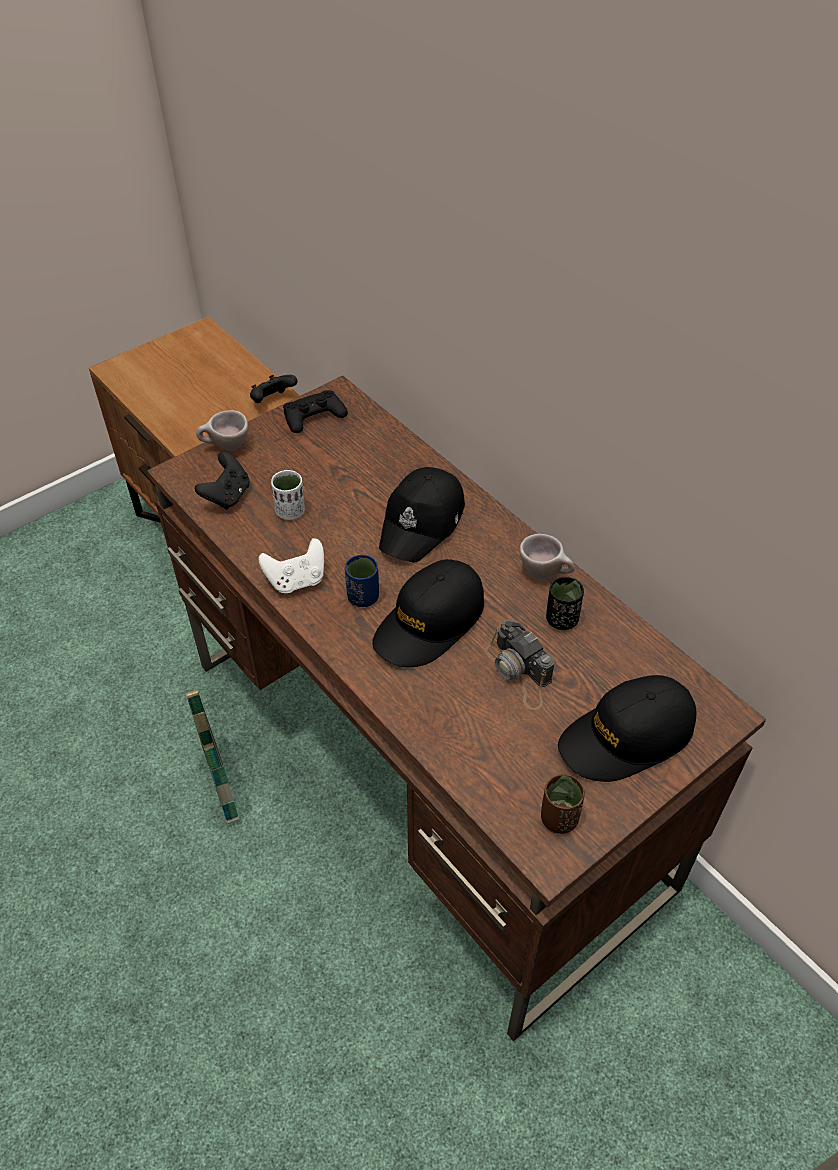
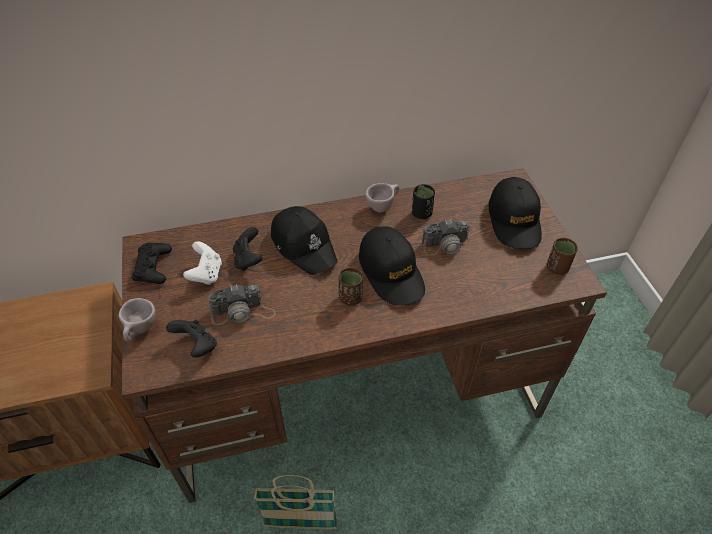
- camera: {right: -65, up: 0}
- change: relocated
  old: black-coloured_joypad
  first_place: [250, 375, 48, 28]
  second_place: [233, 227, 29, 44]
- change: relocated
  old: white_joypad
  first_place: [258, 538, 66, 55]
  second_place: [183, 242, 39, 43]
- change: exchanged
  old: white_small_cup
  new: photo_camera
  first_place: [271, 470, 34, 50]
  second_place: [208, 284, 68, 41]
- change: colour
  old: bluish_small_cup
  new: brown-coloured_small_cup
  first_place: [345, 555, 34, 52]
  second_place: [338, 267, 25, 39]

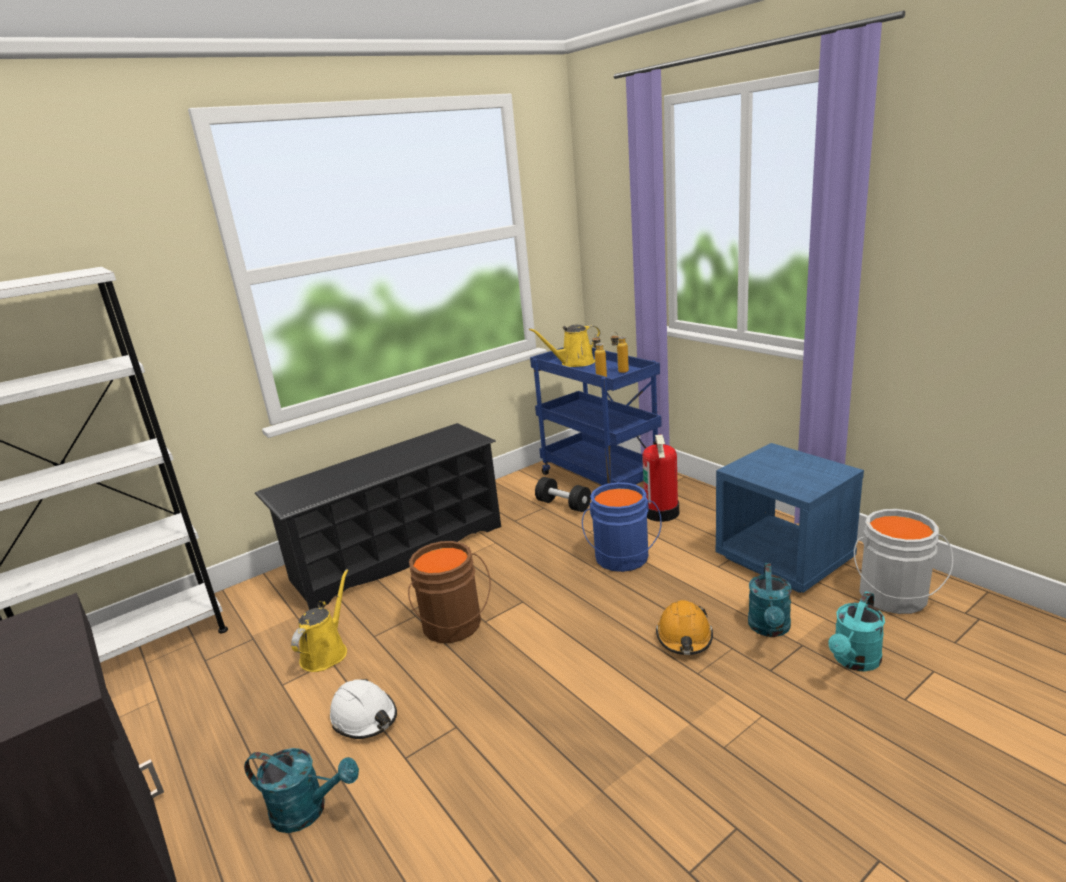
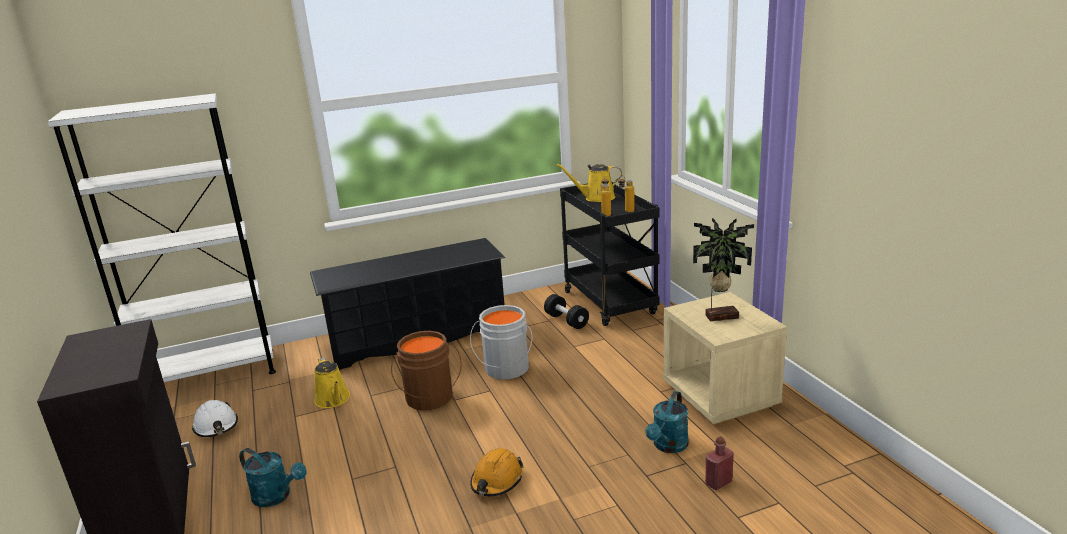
- camera: {right: 15, up: 0}
- change: spun
  old: yellow_watering_can
  first_place: [291, 569, 57, 103]
  second_place: [314, 357, 36, 51]
  degrees: 120
- change: relocated
  old: white_hard_hat
  first_place: [330, 679, 67, 60]
  second_place: [192, 400, 46, 37]
- change: colour
  old: bluish_cart
  new: black-coloured_cart
  first_place: [530, 347, 132, 138]
  second_place: [560, 182, 100, 144]
- change: missing
  old: bluish_water_bucket
  first_place: [582, 482, 79, 90]
- change: missing
  old: fire_extinguisher
  first_place: [642, 434, 37, 88]
- change: relocated
  old: orange-coloured_hard_hat
  first_place: [656, 600, 57, 55]
  second_place: [470, 448, 53, 48]
- change: colour
  old: bluish_nightstand
  new: beige-coloured_nightstand
  first_place: [715, 443, 149, 150]
  second_place: [663, 292, 124, 132]
- change: exchanged
  old: blue-green_watering_can
  new: red-coloured_beverage_bottle
  first_place: [828, 591, 57, 81]
  second_place: [705, 437, 29, 53]
- change: relocated
  old: grey_water_bucket
  first_place: [854, 509, 99, 105]
  second_place: [470, 305, 63, 75]
- change: appeared
  new: potted_plant
  second_place: [693, 218, 61, 104]

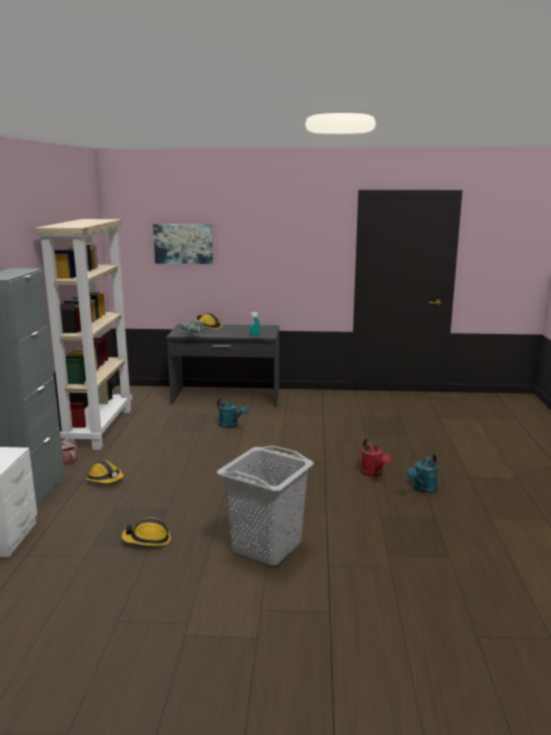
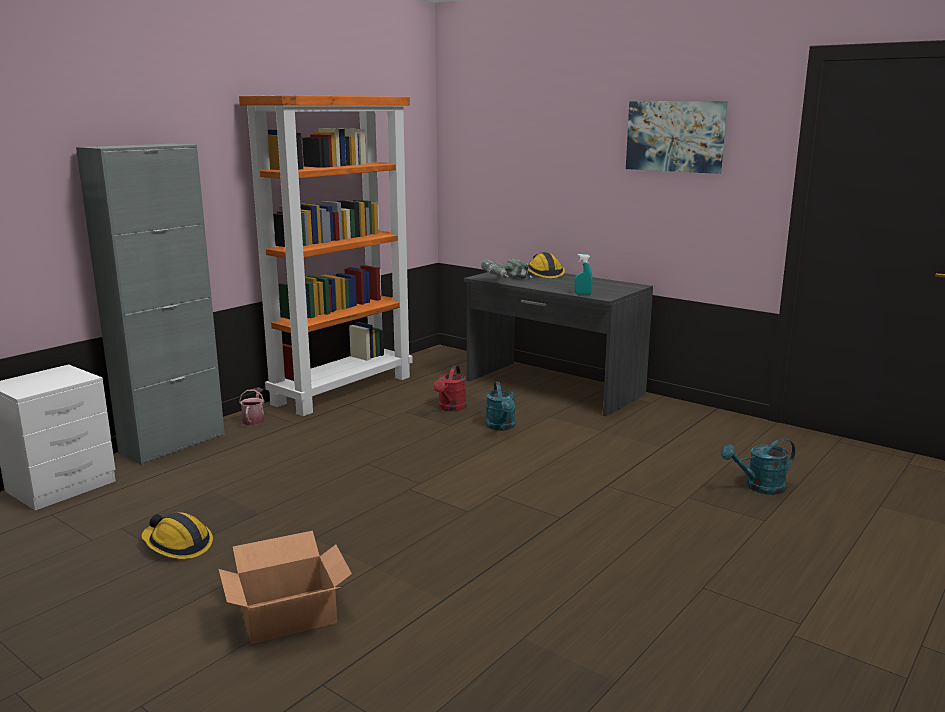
- camera: {right: 35, up: 0}
- change: colour
  old: beige-coloured_bookcase
  new: orange-coloured_bookcase
  first_place: [34, 219, 98, 231]
  second_place: [239, 95, 174, 321]
- change: missing
  old: hard_hat
  first_place: [86, 461, 37, 22]
- change: relocated
  old: wall_picture
  first_place: [153, 224, 60, 40]
  second_place: [626, 101, 101, 73]
- change: exchanged
  old: grey_hamper
  new: carton
  first_place: [217, 446, 97, 120]
  second_place: [218, 531, 134, 113]
- change: relocated
  old: red-coloured_watering_can
  first_place: [361, 439, 30, 38]
  second_place: [433, 365, 33, 46]
- change: relocated
  old: blue-green_watering_can
  first_place: [406, 454, 33, 39]
  second_place: [721, 439, 74, 56]

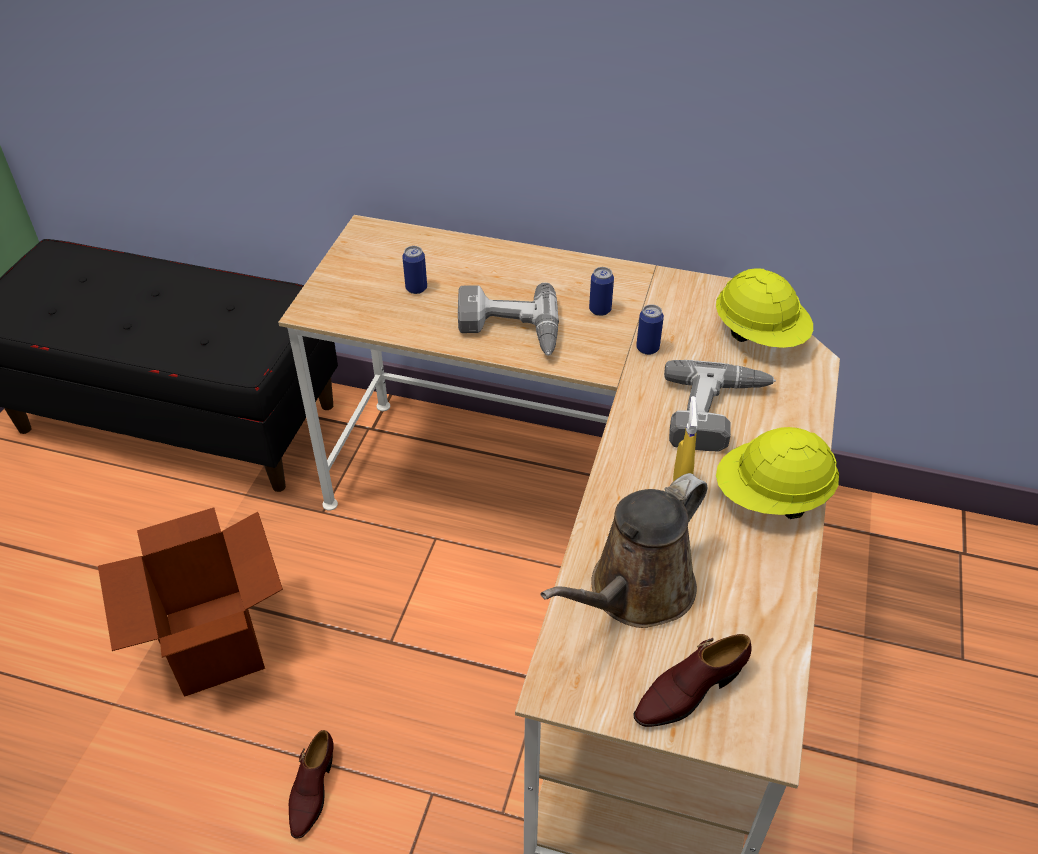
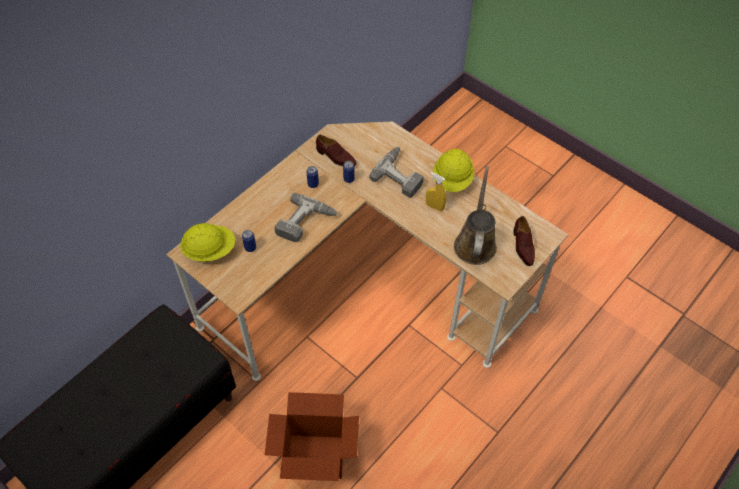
- camera: {right: -65, up: 10}
- change: relocated
  old: brown-coloured_shoe
  first_place: [289, 730, 45, 108]
  second_place: [316, 135, 40, 32]
- change: spun
  old: brown-coloured_watering_can
  first_place: [540, 473, 167, 155]
  second_place: [454, 166, 43, 99]
  degrees: -150
- change: relocated
  old: yellow_hard_hat
  first_place: [716, 268, 97, 80]
  second_place: [180, 223, 55, 39]

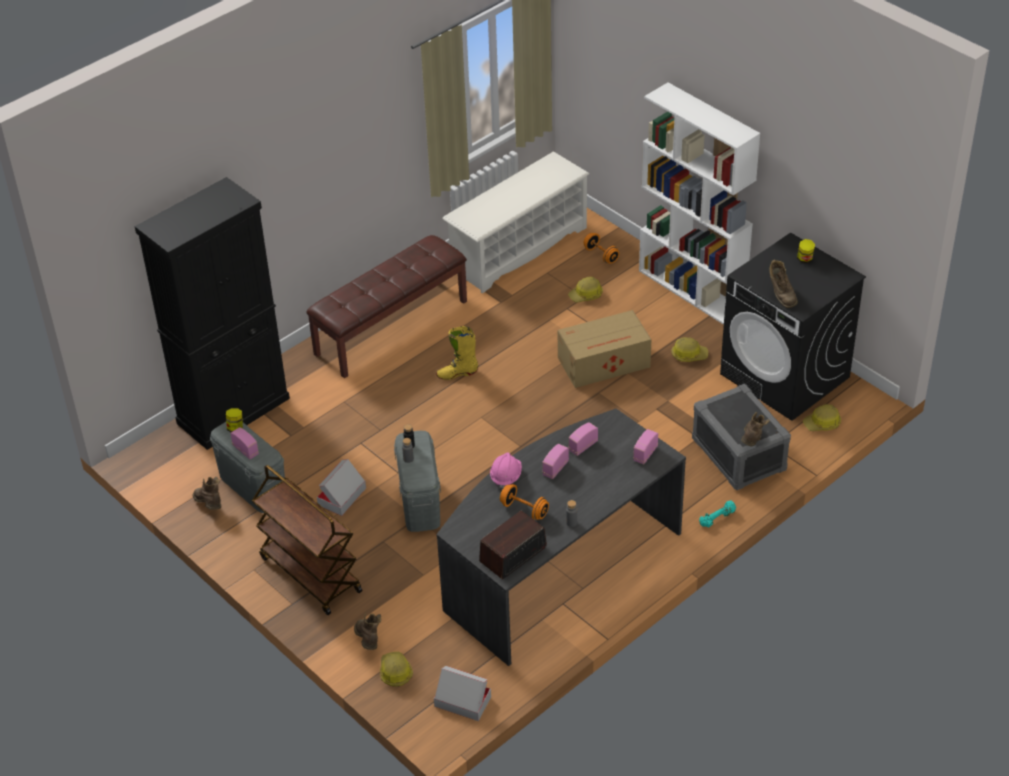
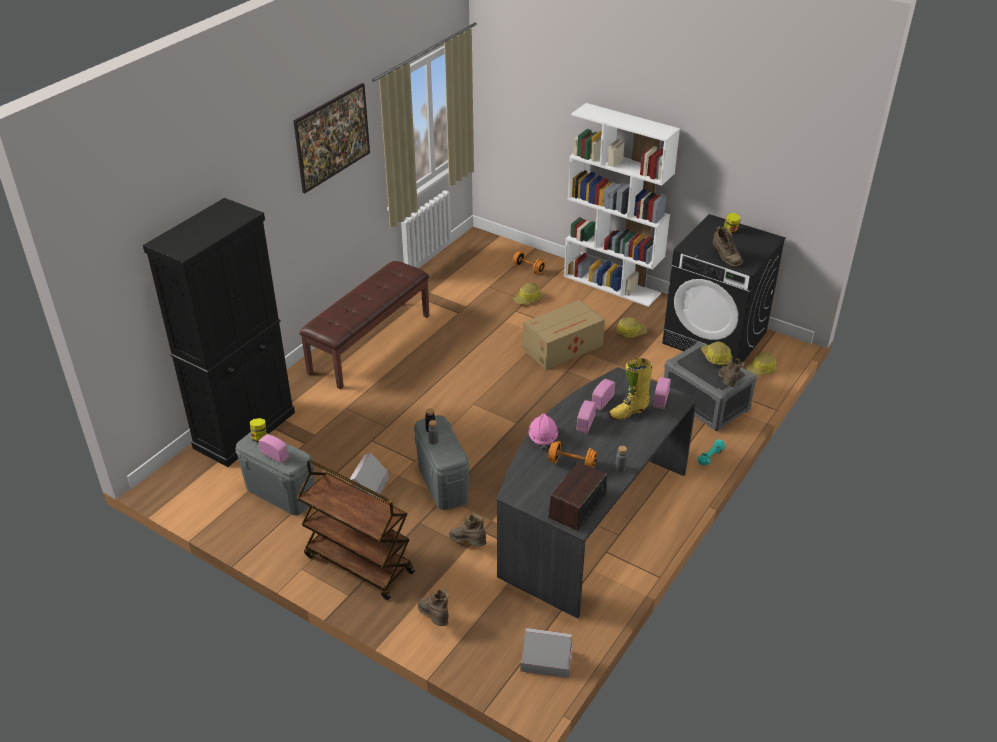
- camera: {right: -15, up: -5}
- change: relocated
  old: brown-coloured_tall_boot
  first_place: [192, 477, 29, 33]
  second_place: [449, 513, 38, 33]
- change: relocated
  old: hard_hat
  first_place: [380, 651, 33, 36]
  second_place: [701, 342, 31, 24]
- change: relocated
  old: yellow_tall_boot
  first_place: [436, 326, 42, 54]
  second_place: [609, 358, 43, 62]
- change: missing
  old: white_shoe_rack
  first_place: [442, 152, 148, 141]
- change: appeared
  new: wall_picture
  second_place: [293, 83, 77, 110]

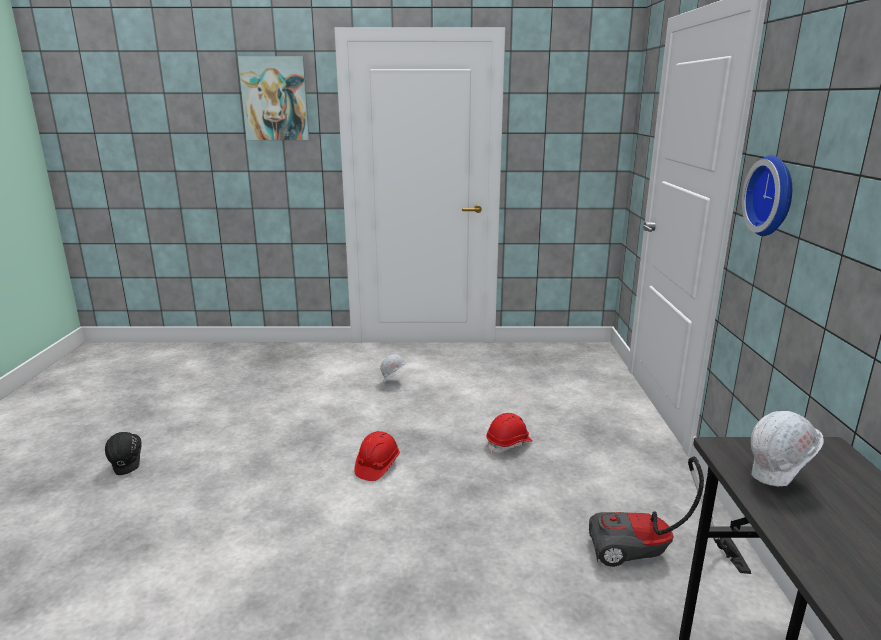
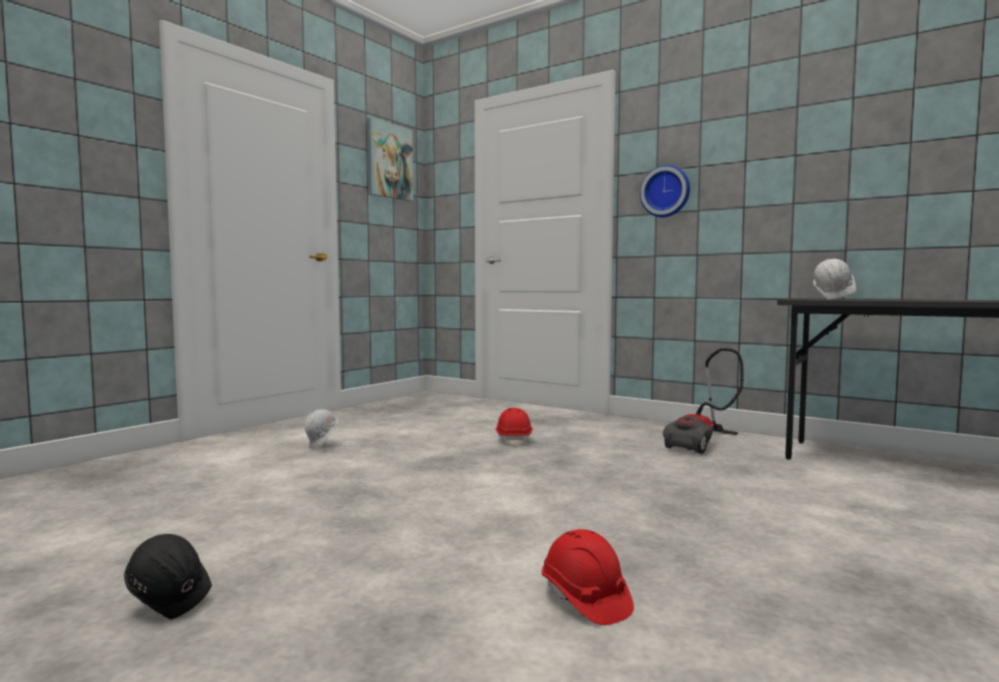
- camera: {right: -55, up: -15}
- change: relocated
  old: wall_picture
  first_place: [238, 56, 72, 84]
  second_place: [367, 117, 46, 84]
- change: relocated
  old: red-coloured_hard_hat
  first_place: [354, 431, 46, 50]
  second_place: [542, 529, 92, 96]

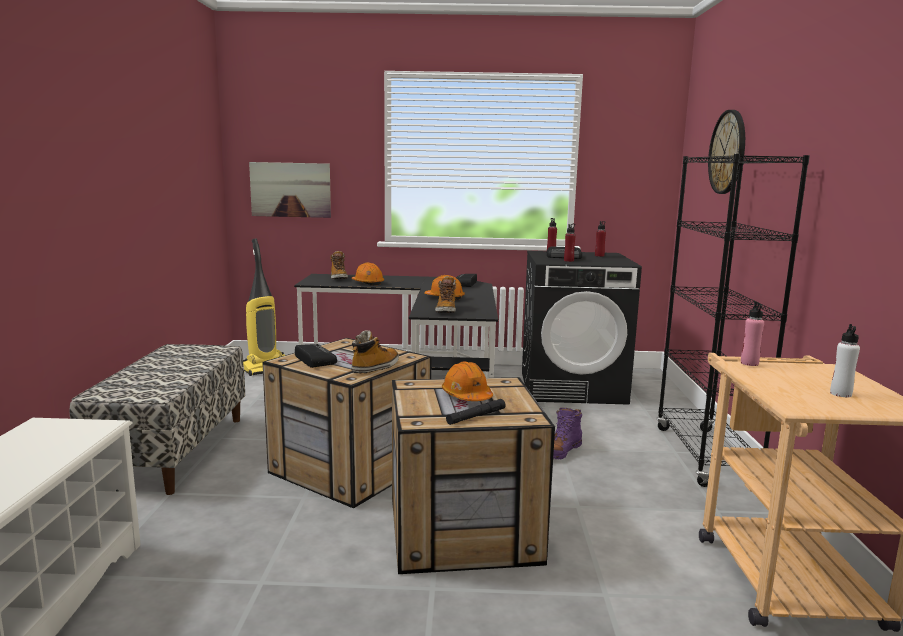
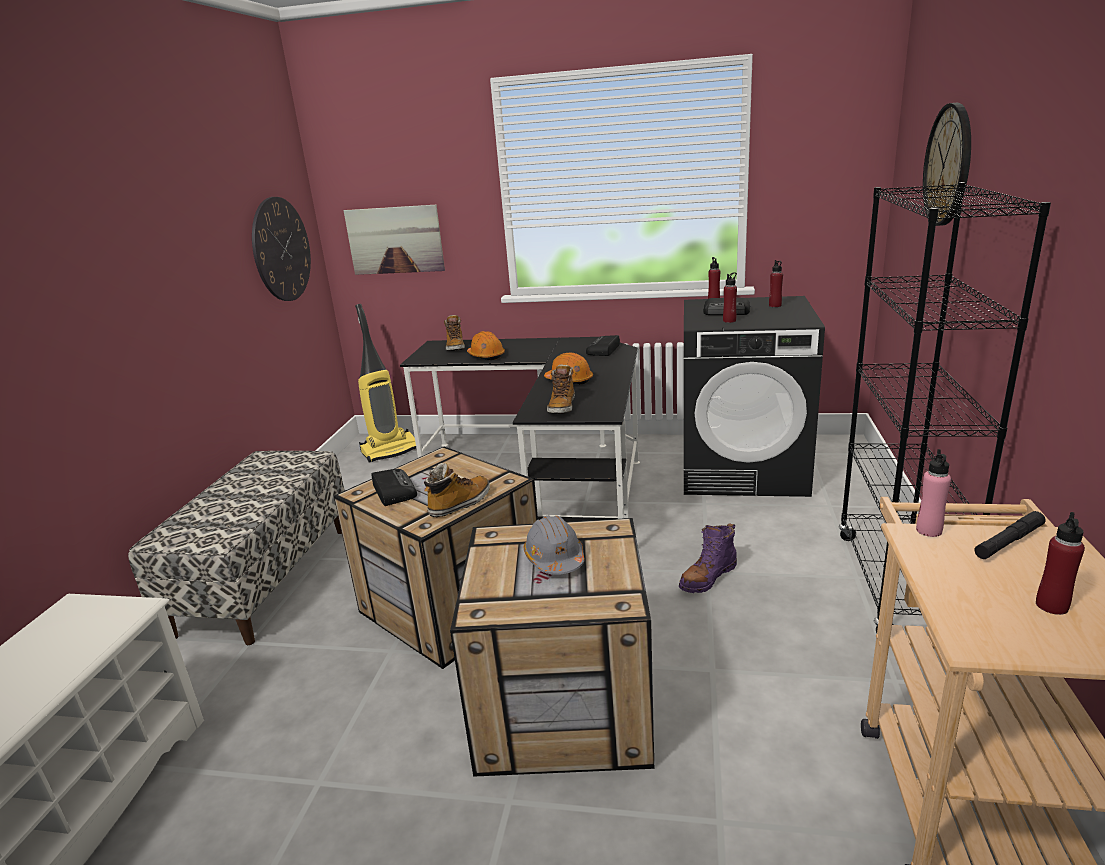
- camera: {right: 10, up: 10}
- change: colour
  old: orange-coloured_hard_hat
  new: grey_hard_hat
  first_place: [442, 361, 51, 40]
  second_place: [523, 516, 62, 59]
- change: relocated
  old: black-coloured_torch
  first_place: [446, 399, 60, 26]
  second_place: [974, 511, 72, 48]
- change: colour
  old: white_beverage_bottle
  new: red-coloured_beverage_bottle
  first_place: [830, 324, 30, 73]
  second_place: [1036, 512, 49, 103]
- change: appeared
  new: clock_on_the_wall
  second_place: [252, 197, 59, 104]

